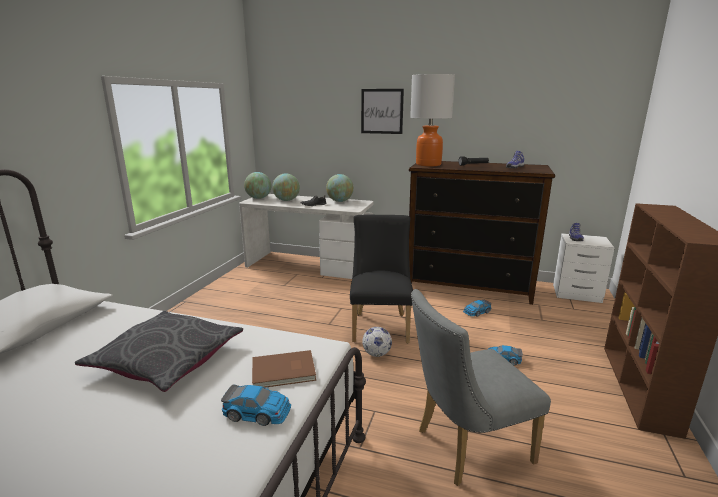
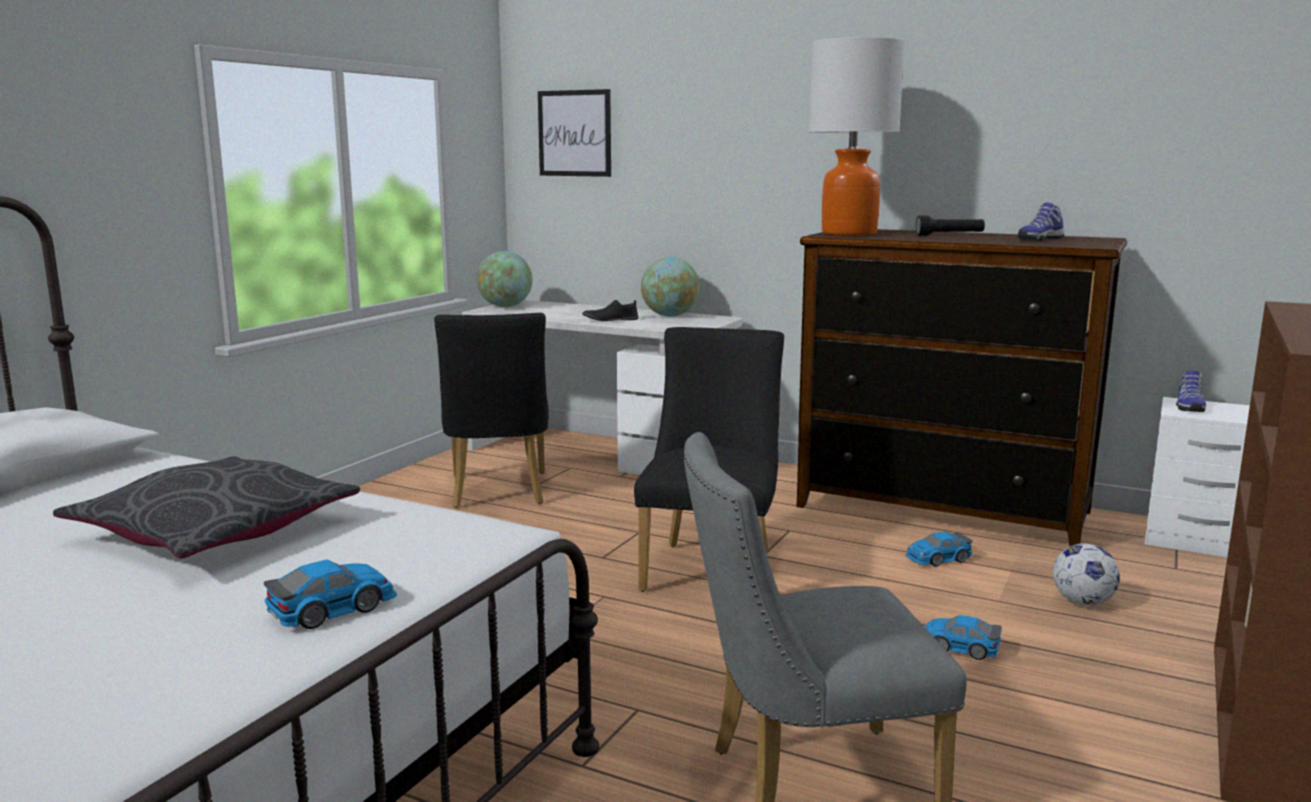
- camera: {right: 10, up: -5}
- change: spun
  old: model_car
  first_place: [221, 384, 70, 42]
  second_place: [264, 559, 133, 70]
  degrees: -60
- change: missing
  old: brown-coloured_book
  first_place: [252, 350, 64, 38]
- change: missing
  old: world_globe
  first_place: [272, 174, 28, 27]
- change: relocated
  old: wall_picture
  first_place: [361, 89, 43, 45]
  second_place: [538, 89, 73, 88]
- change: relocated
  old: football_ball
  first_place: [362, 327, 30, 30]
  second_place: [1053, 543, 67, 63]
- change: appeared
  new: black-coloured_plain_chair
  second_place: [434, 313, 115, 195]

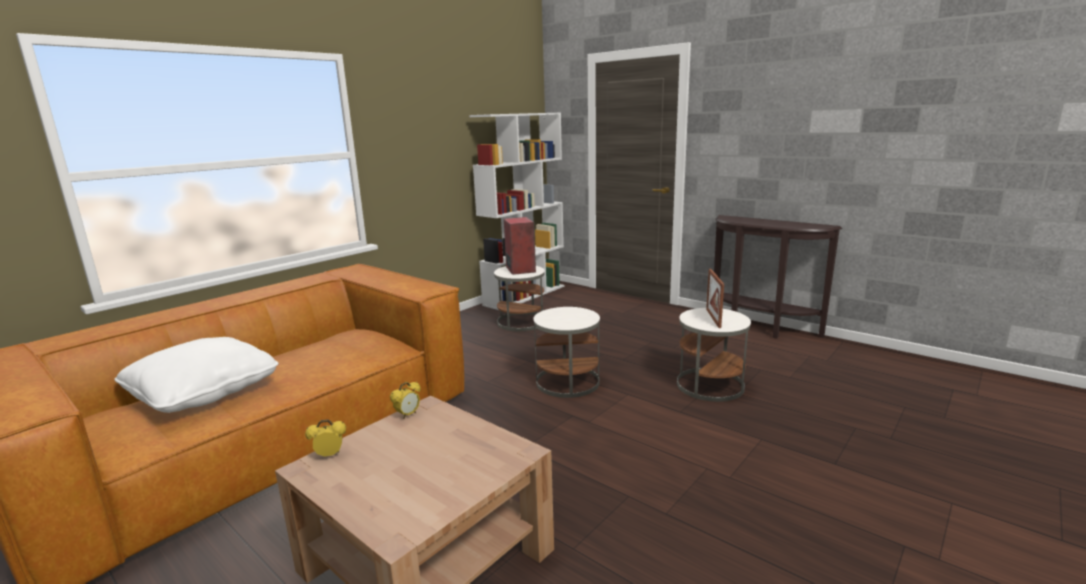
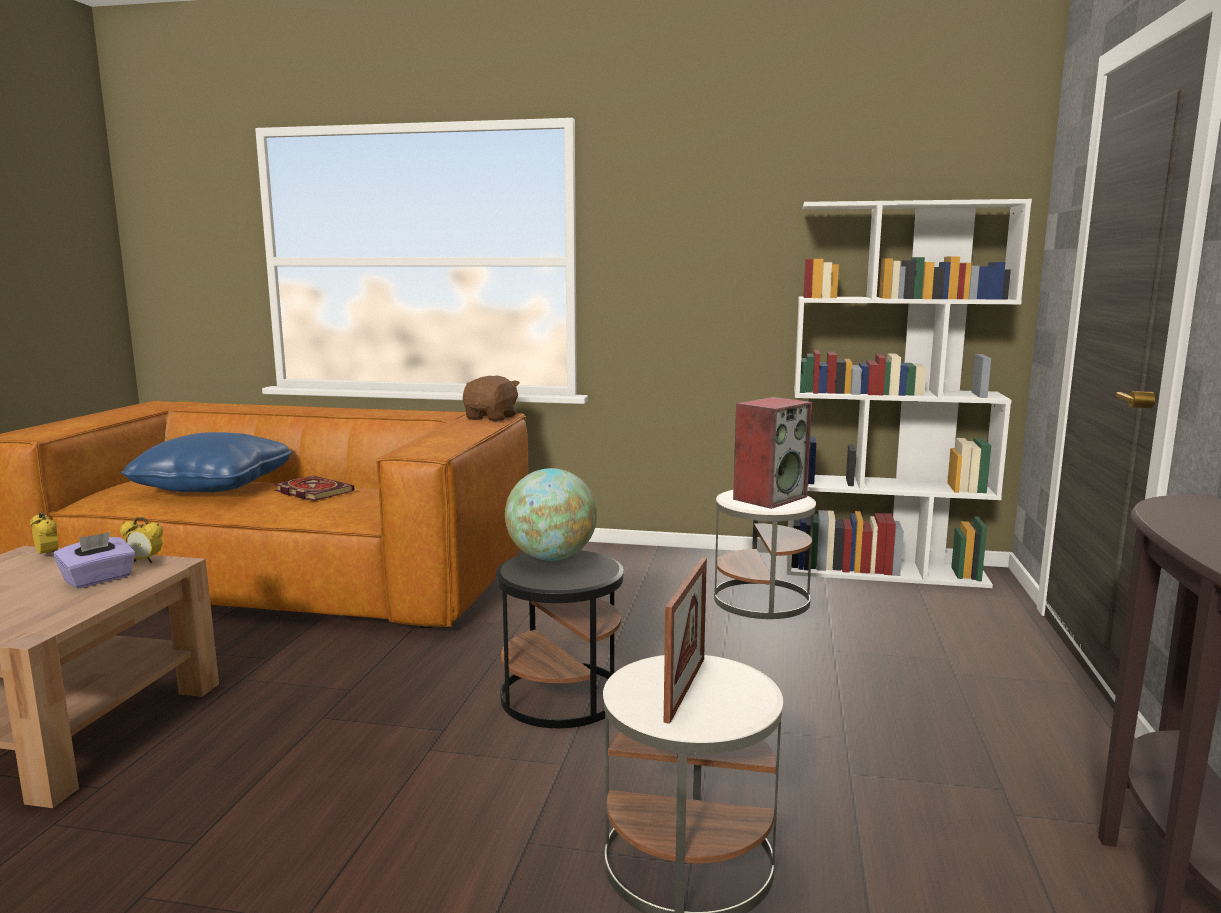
- camera: {right: 60, up: -5}
- change: colour
  old: white_cushion
  new: bluish_cushion
  first_place: [114, 337, 165, 76]
  second_place: [121, 432, 171, 60]
- change: colour
  old: white_accent_table
  new: black-coloured_accent_table
  first_place: [533, 307, 67, 91]
  second_place: [496, 550, 128, 178]
- change: spun
  old: photo_frame
  first_place: [706, 269, 18, 59]
  second_place: [664, 558, 43, 166]
  degrees: 135
- change: appeared
  new: purple_tissue_holder
  second_place: [53, 532, 83, 57]
- change: appeared
  new: book
  second_place: [274, 476, 80, 25]
- change: appeared
  new: brown-coloured_plush_toy
  second_place: [463, 375, 57, 47]
- change: appeared
  new: world_globe
  second_place: [505, 468, 92, 93]

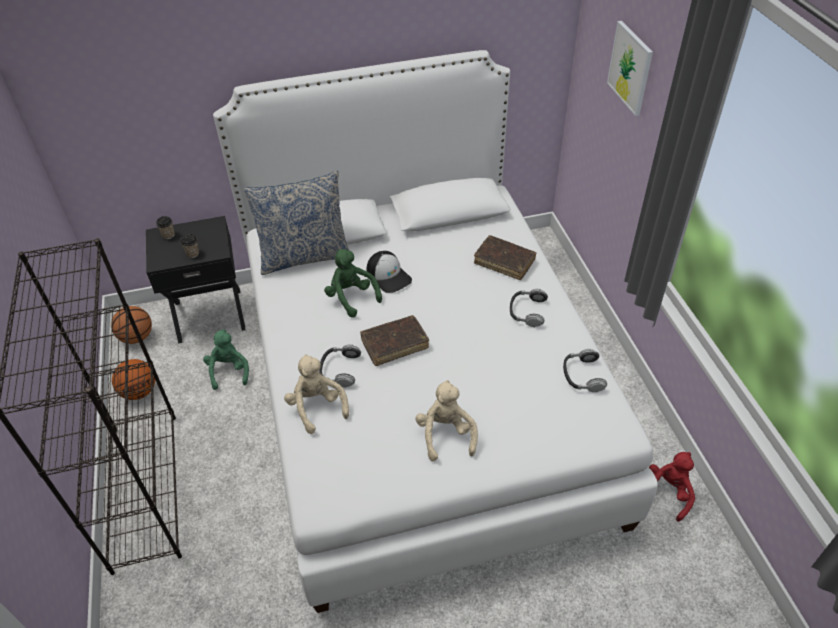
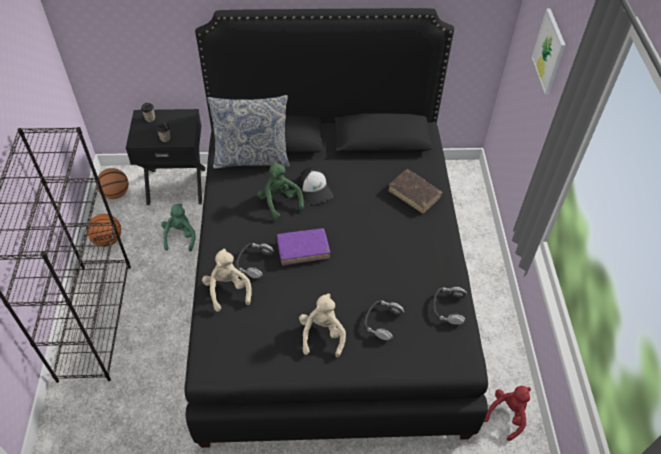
- camera: {right: 10, up: 5}
- change: colour
  old: white_bedroom_bed
  new: black-coloured_bedroom_bed
  first_place: [213, 50, 445, 563]
  second_place: [184, 8, 304, 440]
- change: colour
  old: brown-coloured_book
  new: purple_book
  first_place: [360, 315, 69, 51]
  second_place: [277, 228, 53, 38]
- change: relocated
  old: headset
  first_place: [510, 289, 38, 38]
  second_place: [364, 300, 40, 40]

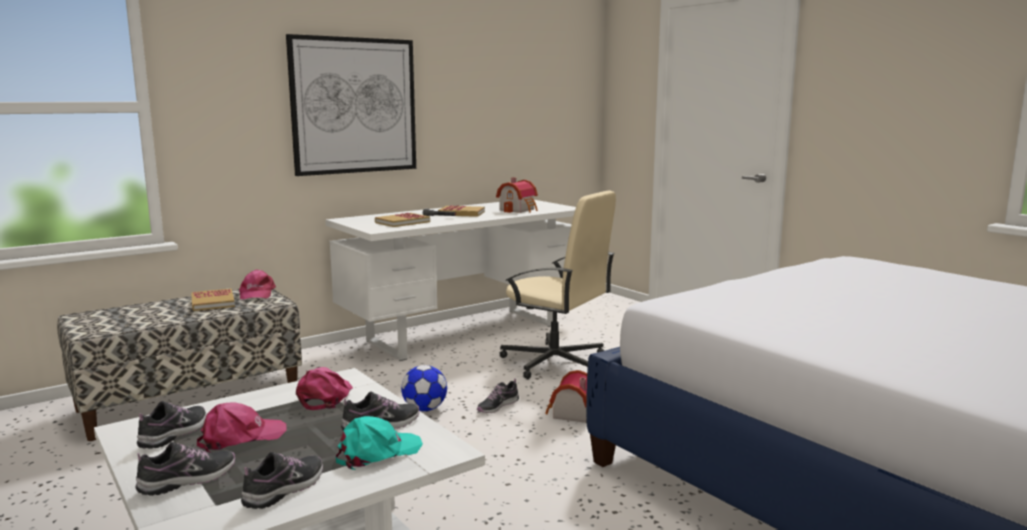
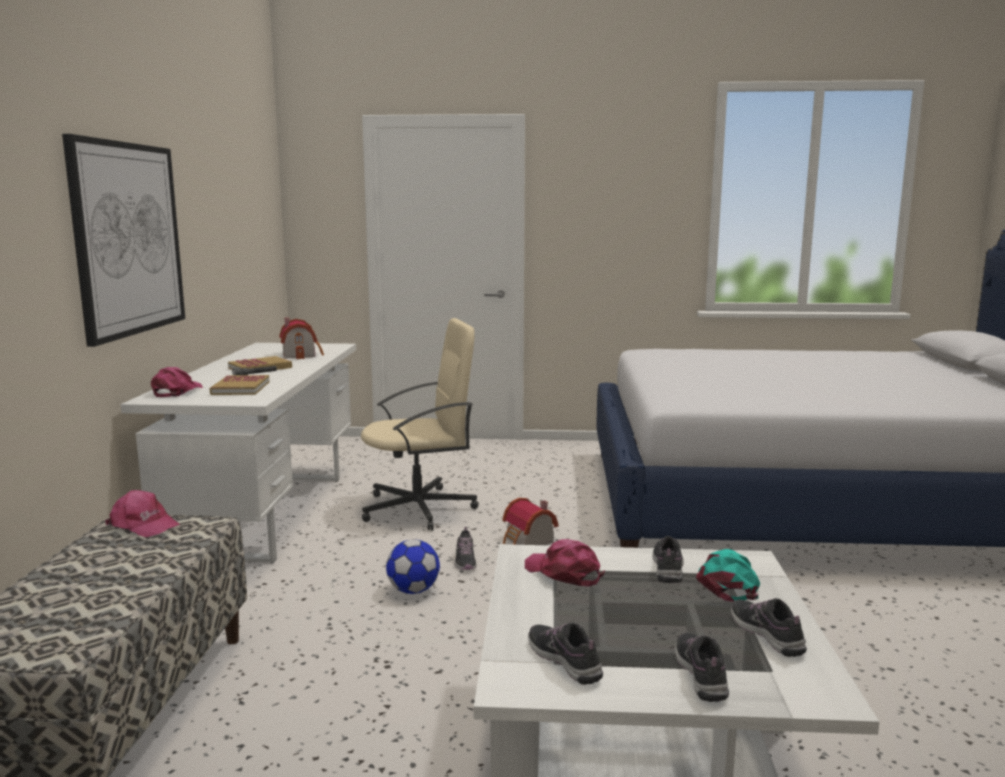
- camera: {right: -50, up: 0}
- change: missing
  old: book
  first_place: [191, 289, 44, 22]
- change: relocated
  old: pink-coloured_baseball_cap
  first_place: [197, 402, 90, 51]
  second_place: [151, 367, 52, 30]

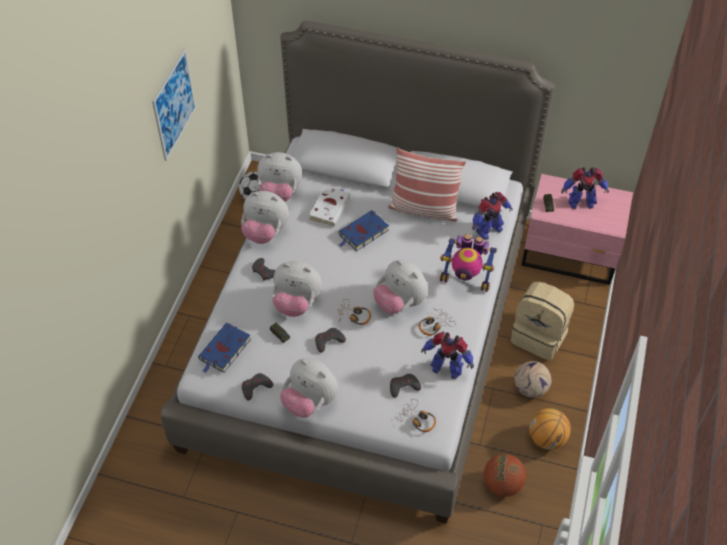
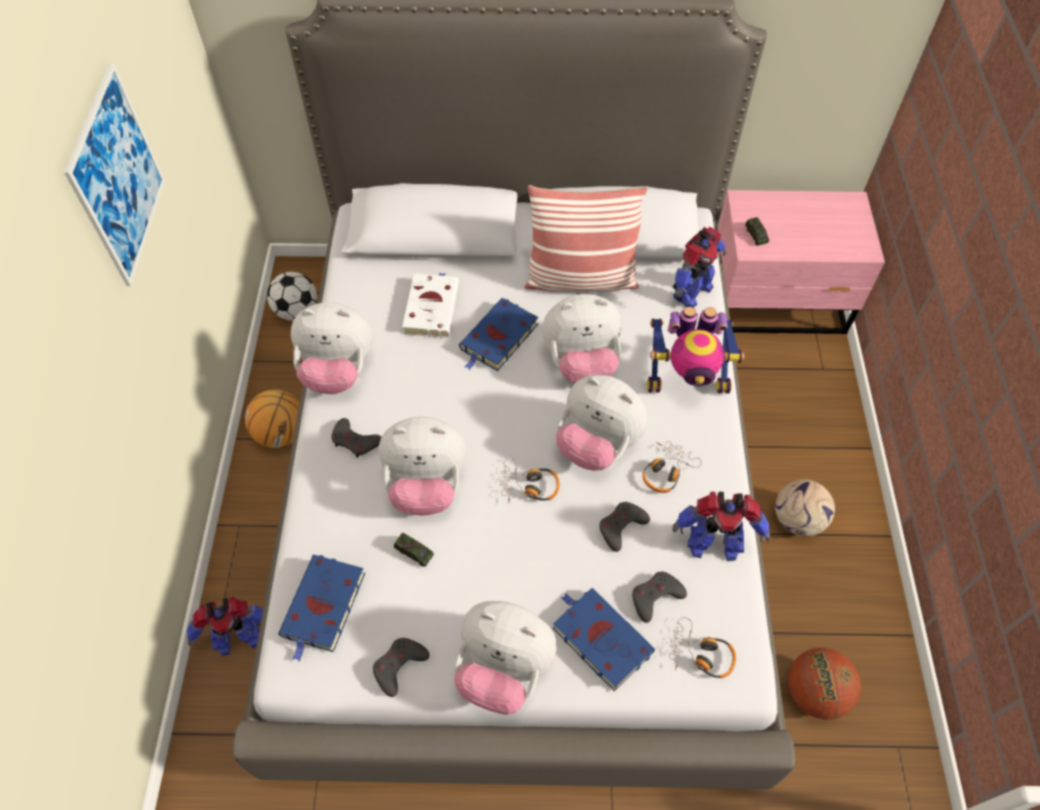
- camera: {right: -15, up: 5}
- change: relocated
  old: plush_toy
  first_place: [257, 152, 45, 50]
  second_place: [542, 294, 80, 89]
- change: relocated
  old: grey_joypad
  first_place: [315, 328, 31, 25]
  second_place: [599, 502, 51, 50]
- change: missing
  old: beige-coloured_rucksack
  first_place: [511, 282, 63, 78]
- change: relocated
  old: basketball_ball
  first_place: [529, 408, 42, 42]
  second_place: [245, 390, 55, 58]
- change: relocated
  old: toy_robot
  first_place: [561, 167, 48, 42]
  second_place: [187, 597, 76, 59]
- change: appeared
  new: bluish_book
  second_place: [553, 588, 102, 104]

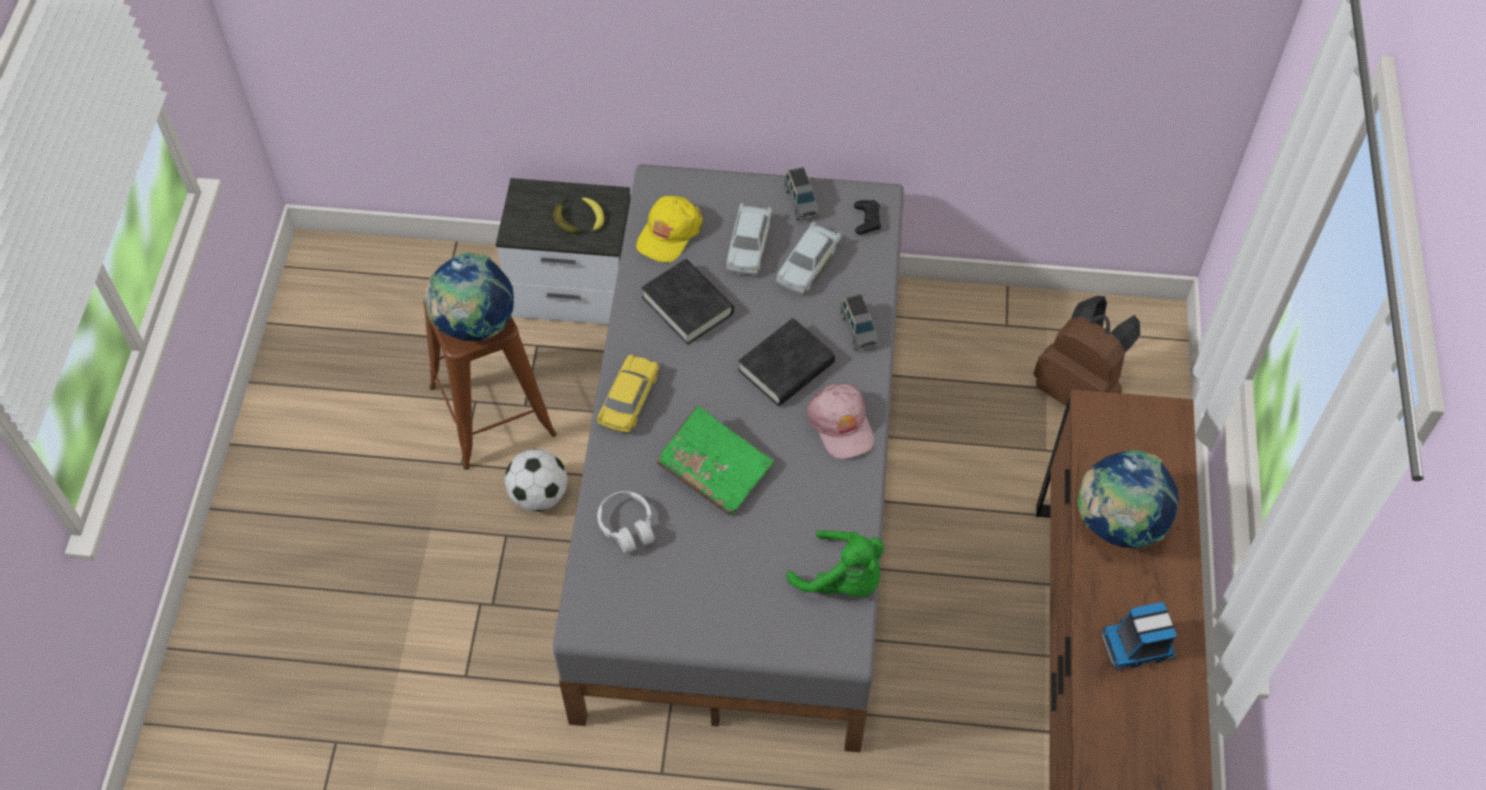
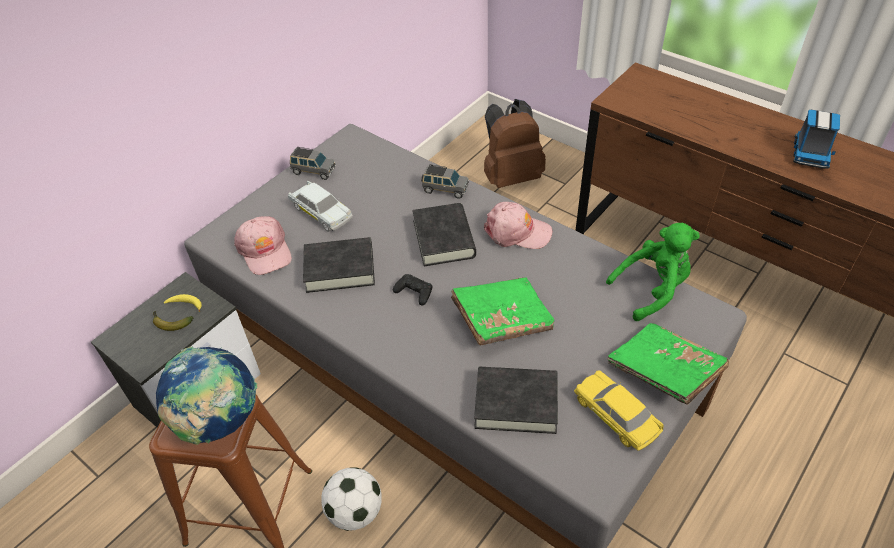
- camera: {right: -55, up: -10}
- change: relocated
  old: yellow_model_car
  first_place: [597, 355, 62, 78]
  second_place: [574, 370, 90, 81]
- change: exchanged
  old: white_headset
  new: black-coloured_book
  first_place: [597, 491, 58, 62]
  second_place: [474, 366, 84, 68]
- change: colour
  old: yellow_baseball_cap
  new: pink-coloured_baseball_cap
  first_place: [636, 196, 67, 67]
  second_place: [234, 216, 58, 59]
- change: missing
  old: white_model_car
  first_place: [776, 221, 65, 73]
- change: relocated
  old: black-coloured_joypad
  first_place: [854, 200, 27, 35]
  second_place: [393, 274, 39, 31]
- change: missing
  old: world_globe
  first_place: [1078, 450, 101, 99]
- change: appeared
  new: greenish_book
  second_place: [608, 323, 121, 82]

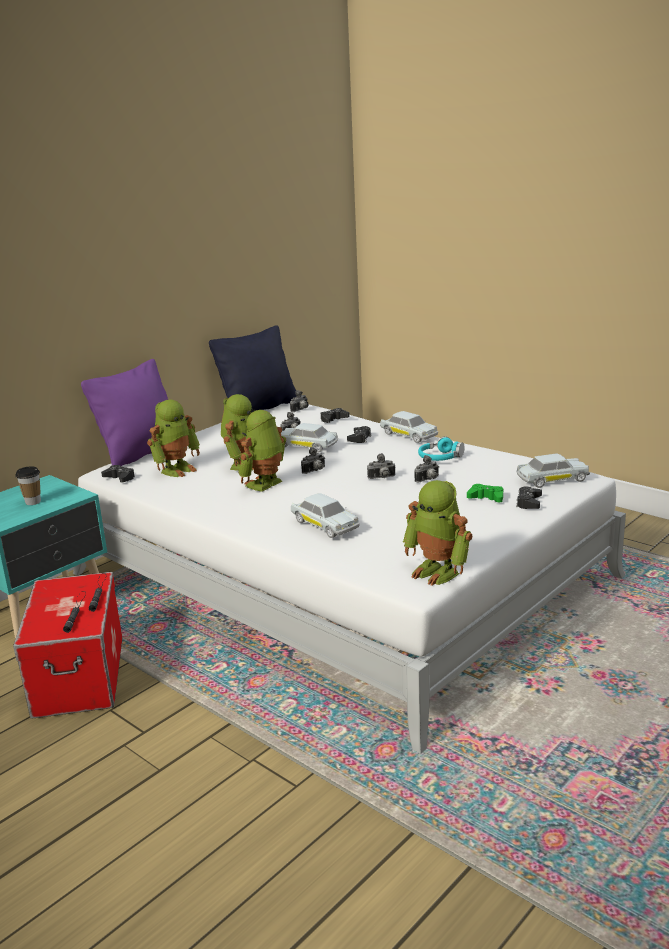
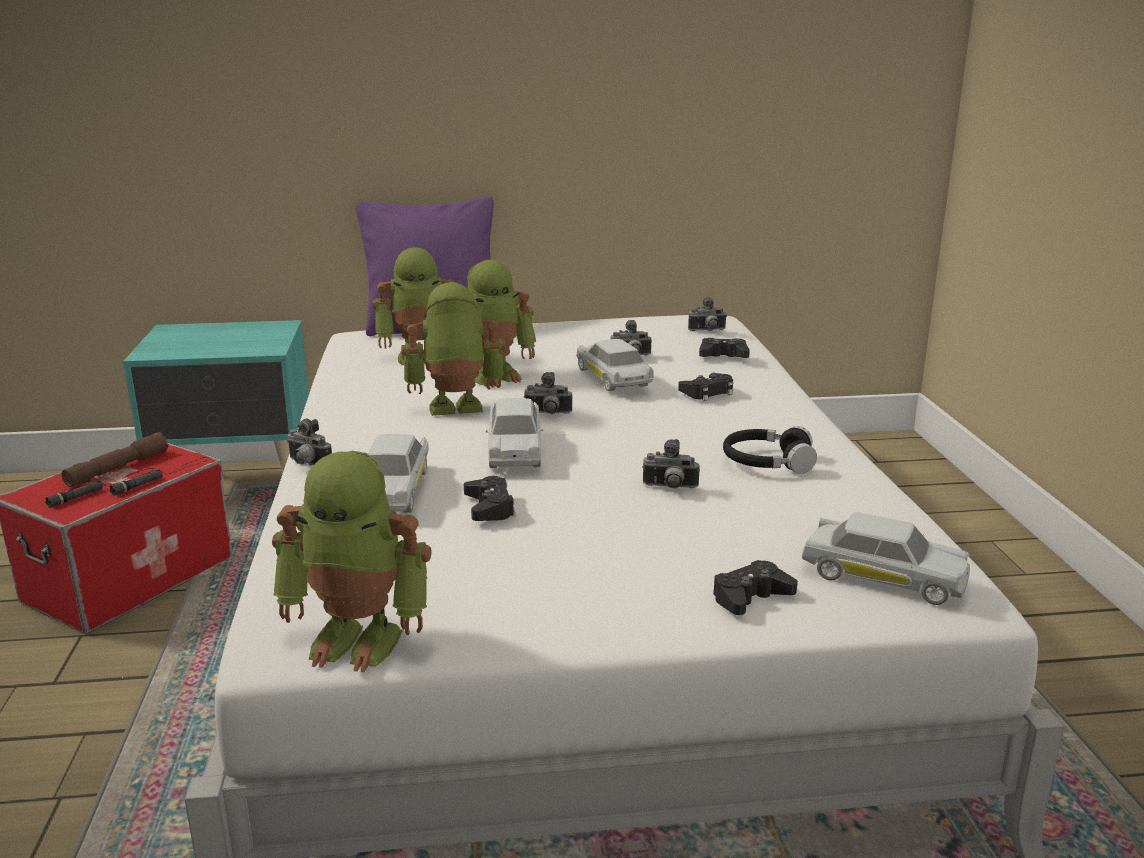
- camera: {right: 40, up: 0}
- change: missing
  old: small_cup
  first_place: [15, 466, 26, 39]
- change: relocated
  old: black-coloured_joypad
  first_place: [101, 465, 34, 17]
  second_place: [464, 476, 52, 45]
- change: missing
  old: black-coloured_cushion
  first_place: [209, 325, 87, 87]
- change: relocated
  old: photo_camera
  first_place: [367, 453, 29, 26]
  second_place: [287, 419, 45, 46]
- change: relocated
  old: white_model_car
  first_place: [380, 411, 58, 32]
  second_place: [486, 398, 57, 70]
- change: spun
  old: toy_robot
  first_place: [403, 480, 70, 106]
  second_place: [272, 451, 160, 221]
  degrees: -75
- change: colour
  old: blue-green_headset
  new: black-coloured_headset
  first_place: [418, 436, 47, 25]
  second_place: [723, 426, 94, 48]
- change: missing
  old: greenish_joypad
  first_place: [467, 484, 36, 18]
- change: appeared
  new: brown-coloured_torch
  second_place: [62, 432, 106, 55]

